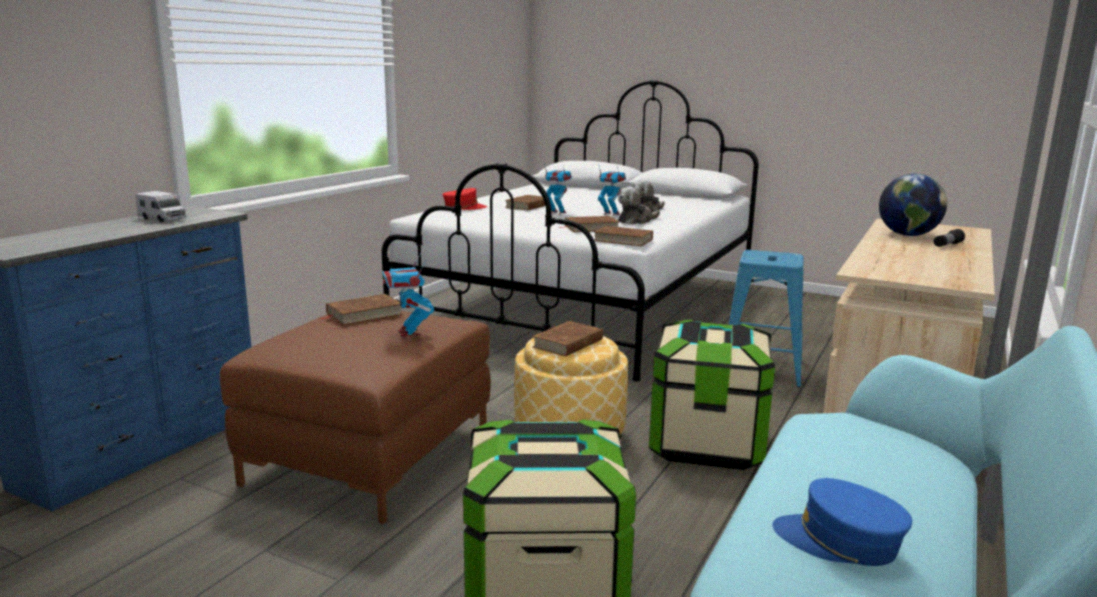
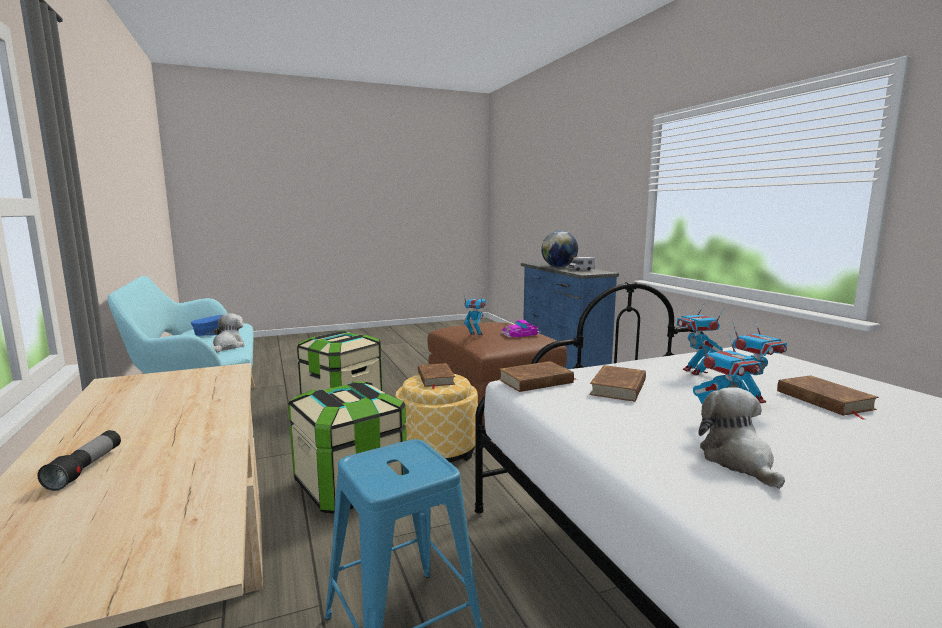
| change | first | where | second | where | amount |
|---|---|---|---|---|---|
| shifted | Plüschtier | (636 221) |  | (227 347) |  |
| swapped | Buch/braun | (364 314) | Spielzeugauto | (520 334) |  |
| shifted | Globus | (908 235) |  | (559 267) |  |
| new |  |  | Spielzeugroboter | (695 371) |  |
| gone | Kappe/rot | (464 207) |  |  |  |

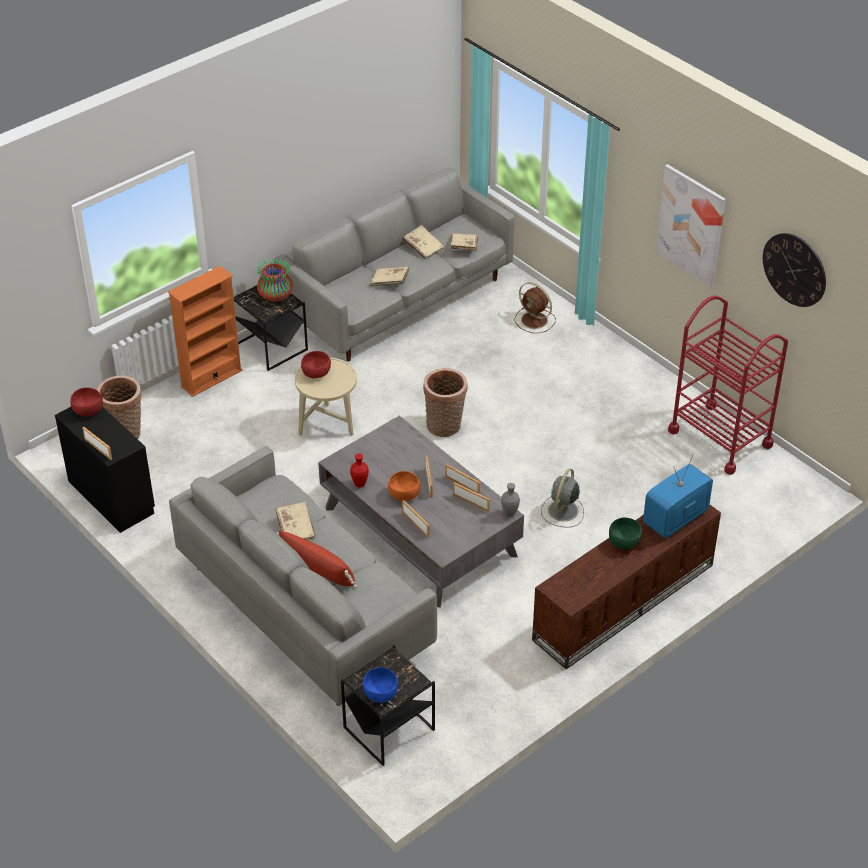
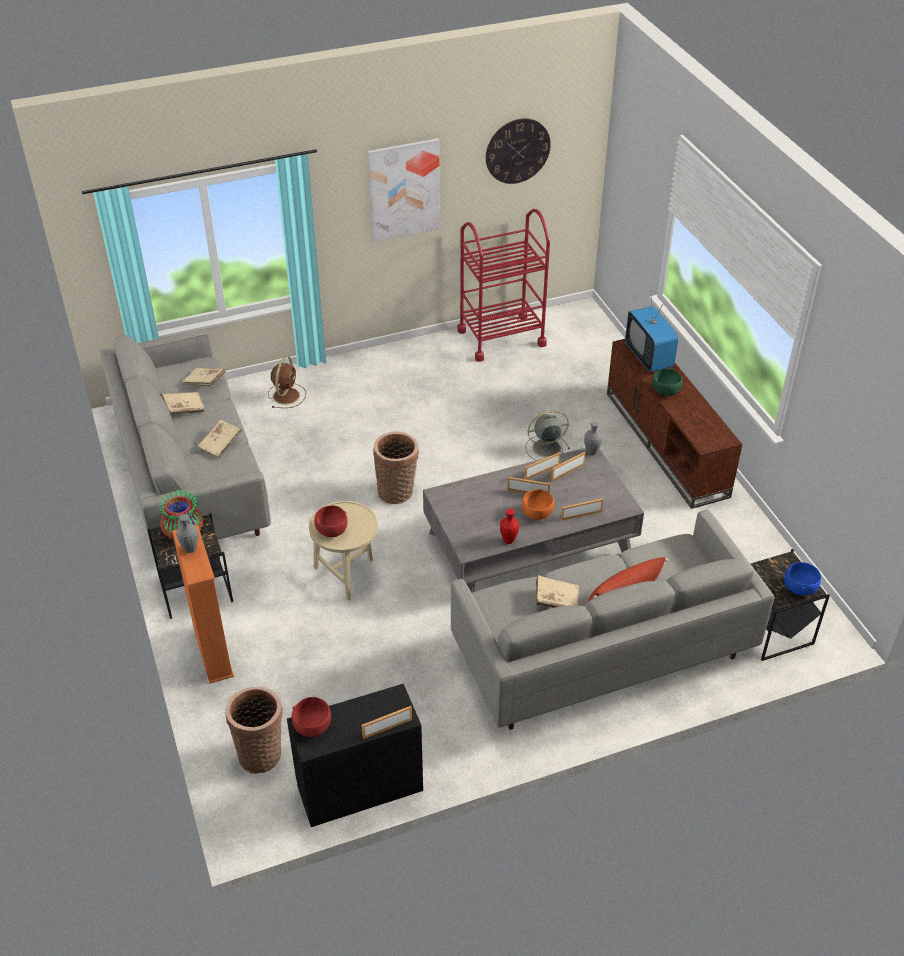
| change | first | where | second | where | amount |
|---|---|---|---|---|---|
| new |  |  | Vase/grau | (190 549) |  |
| rotated | Ventilator/braun | (535 321) |  | (286 395) | 45 degrees counterclockwise |
| rotated | Ventilator/grau | (562 511) |  | (545 448) | 120 degrees clockwise |

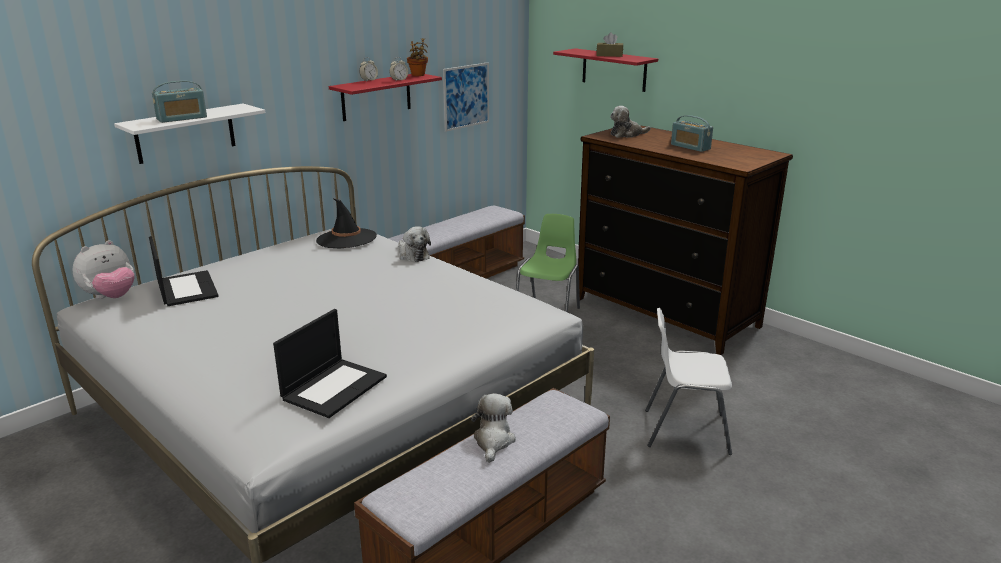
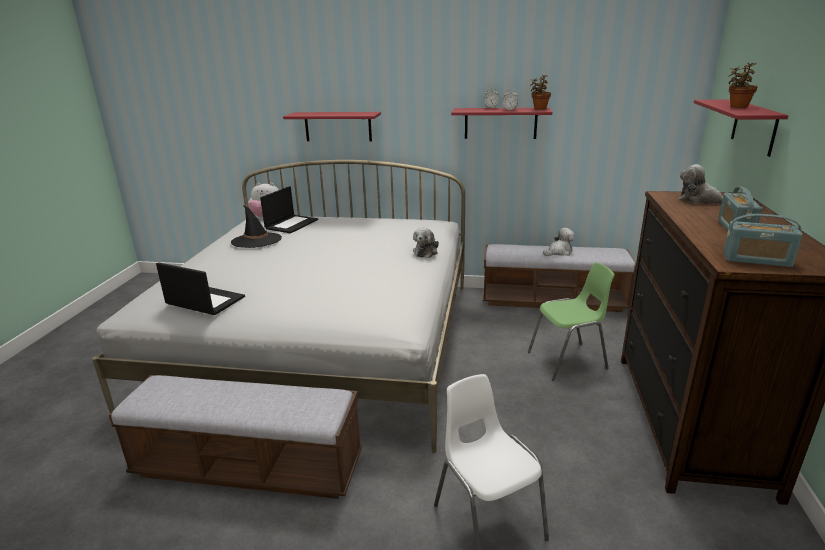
| change | first | where | second | where | amount |
|---|---|---|---|---|---|
| rotated | Laptop | (334 387) |  | (204 301) | 150 degrees counterclockwise |
| shifted | Hut/schwarz | (346 239) |  | (256 240) |  |
| repainted | Wandregal/weiß | (185 133) | Wandregal/rot | (338 126) |  |
| shifted | Plüschtier | (493 441) |  | (559 252) |  |
| shifted | Radio | (182 118) |  | (756 260) |  |
| swapped | Taschentuchbox/braun | (609 55) | Topfpflanze | (737 107) |  |
| gone | Bild | (466 96) |  |  |  |

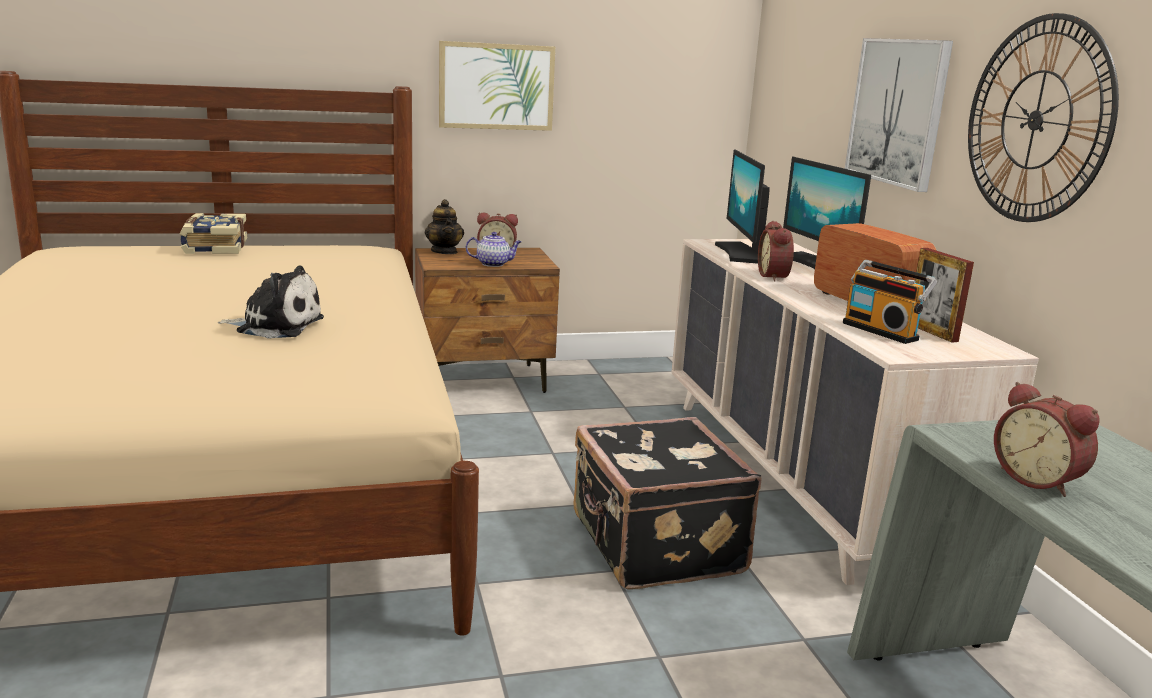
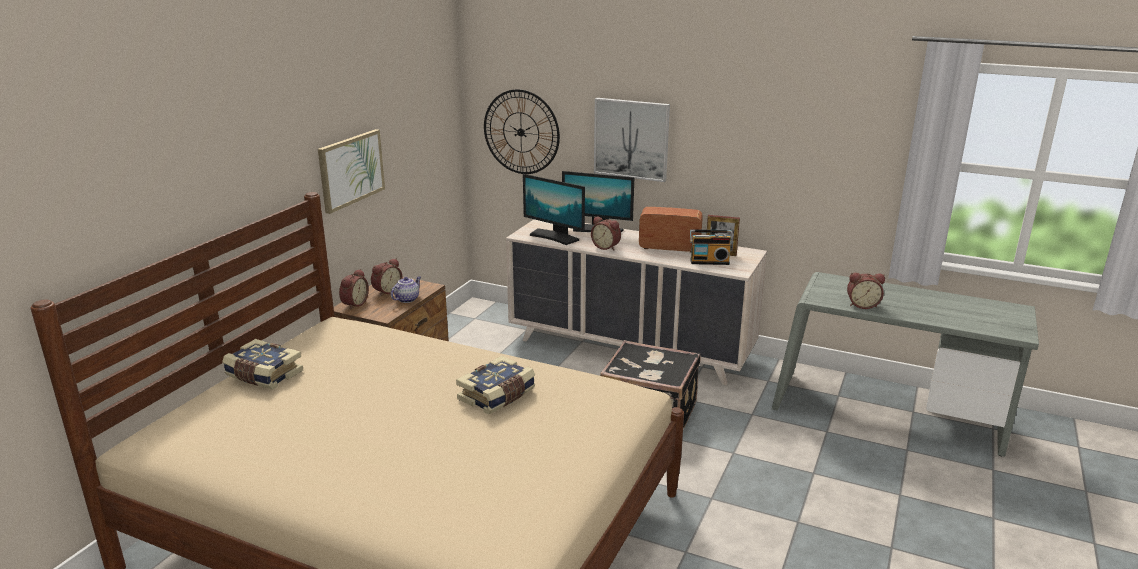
| change | first | where | second | where | amount |
|---|---|---|---|---|---|
| swapped | Teekanne | (444 251) | Wecker | (354 304) |  |
| swapped | Plüschtier | (276 326) | Buch | (498 396) |  |
| shifted | Wanduhr | (1036 120) |  | (521 132) |  |

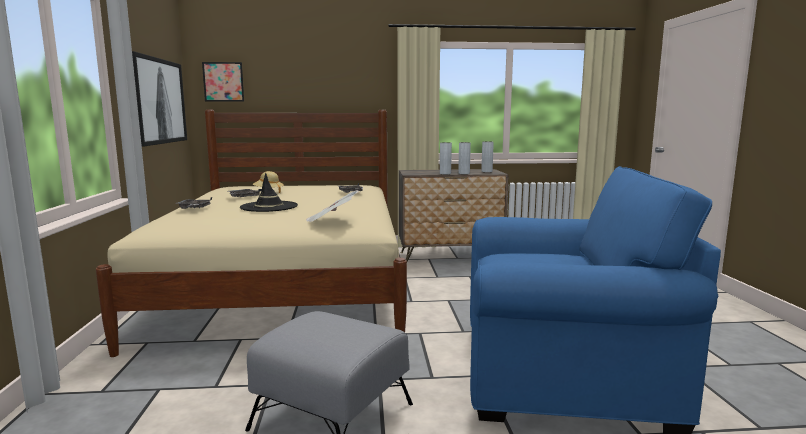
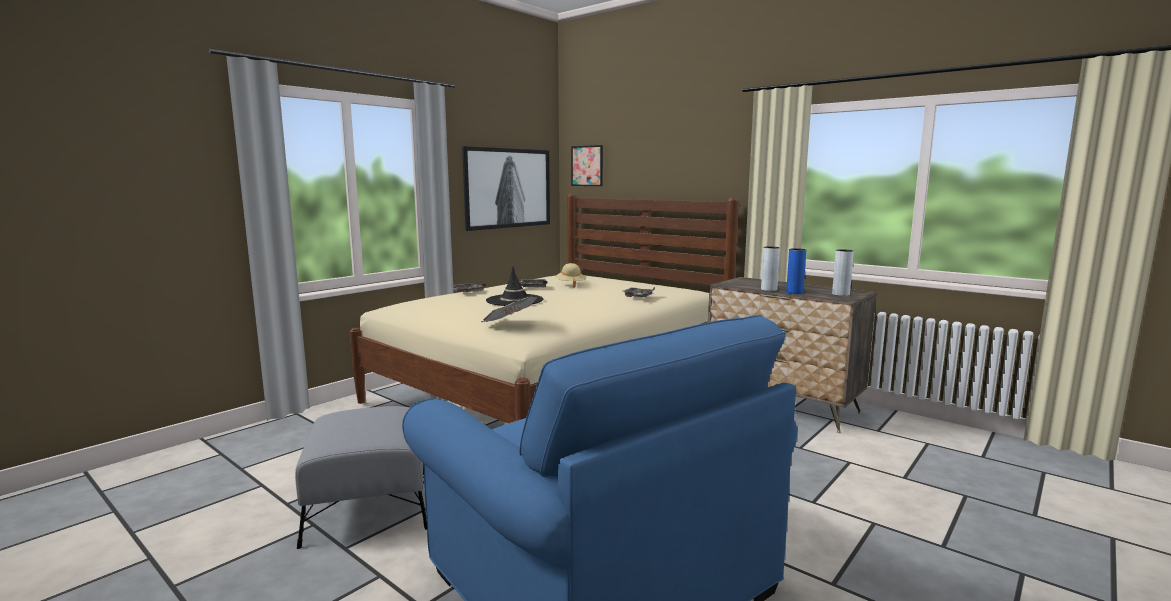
| change | first | where | second | where | amount |
|---|---|---|---|---|---|
| repainted | Vase/grau | (464 173) | Vase/blau | (794 292) |  |

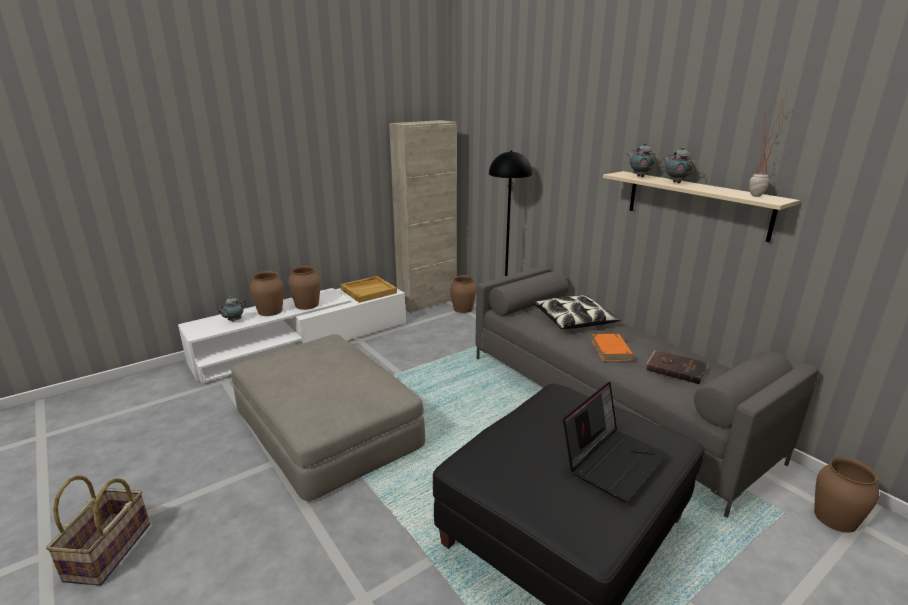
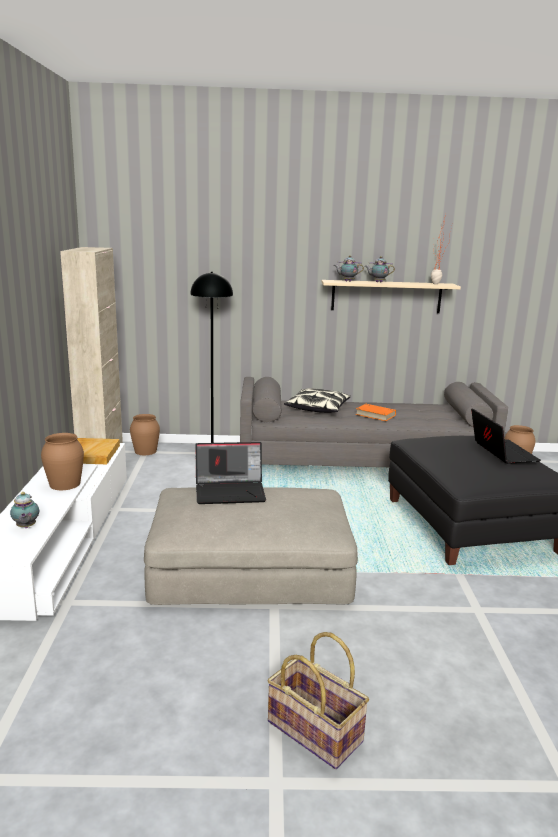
| change | first | where | second | where | amount |
|---|---|---|---|---|---|
| new |  |  | Laptop | (231 491) |  |
| gone | Vase/braun | (270 311) |  |  |  |
| gone | Buch/braun | (675 368) |  |  |  |

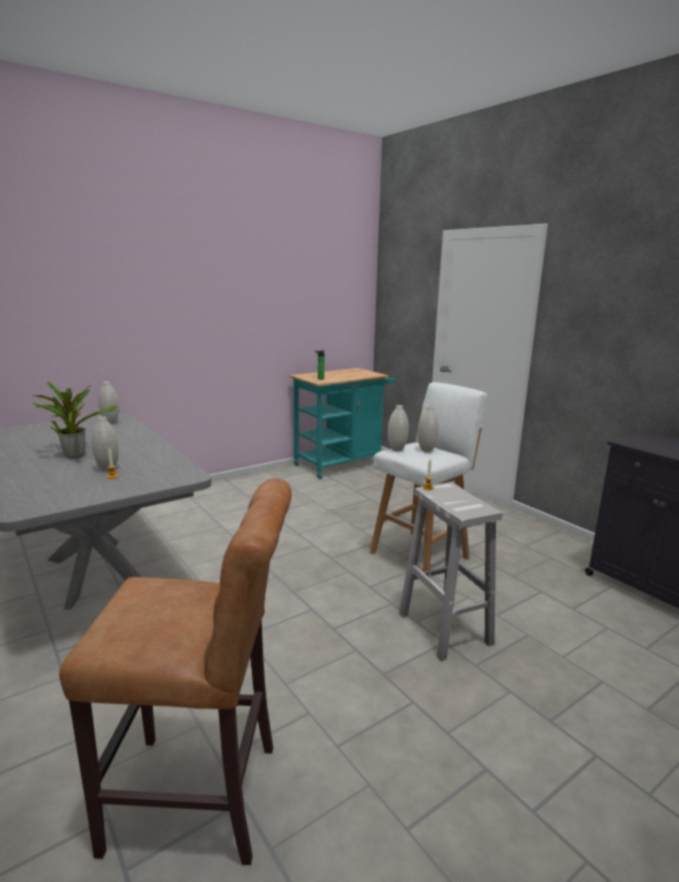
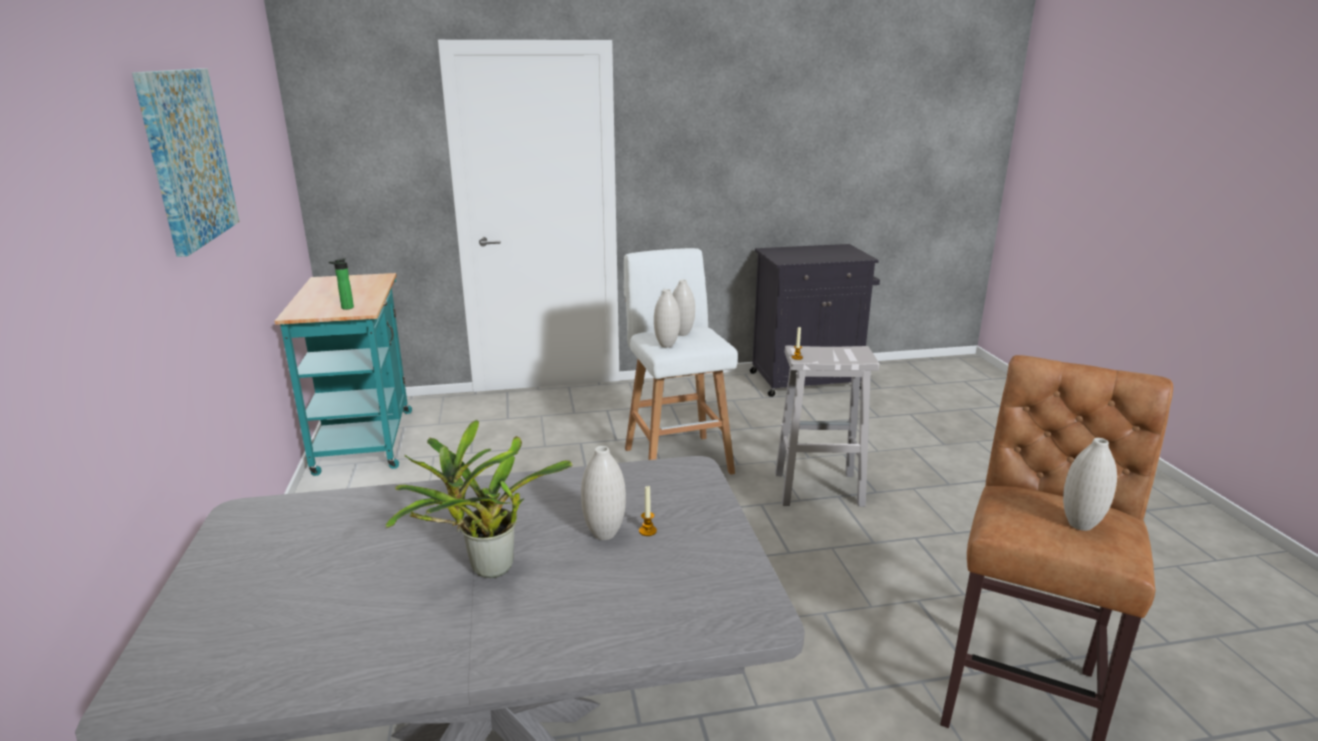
| change | first | where | second | where | amount |
|---|---|---|---|---|---|
| new |  |  | Bild | (187 157) |  |
| shifted | Vase/weiß | (110 422) |  | (1080 525) |  |

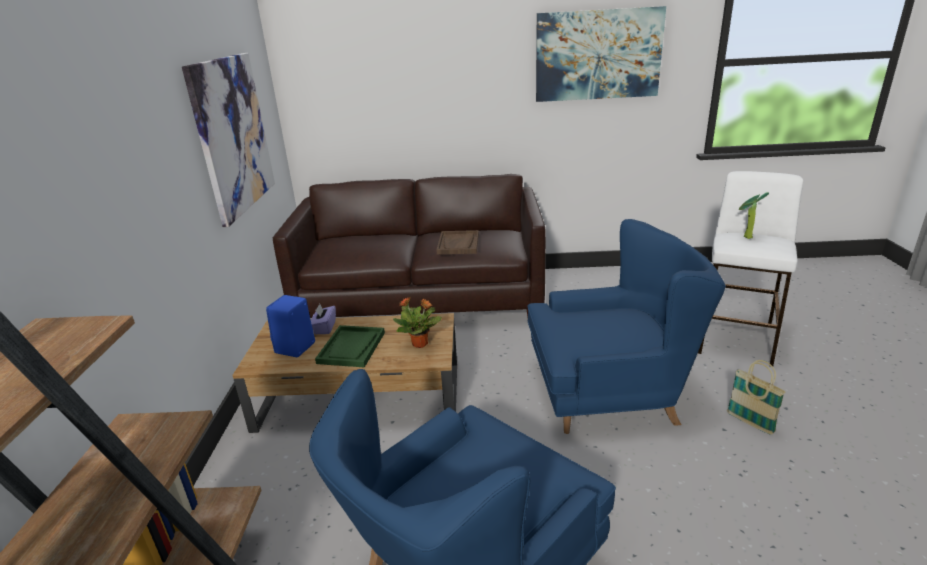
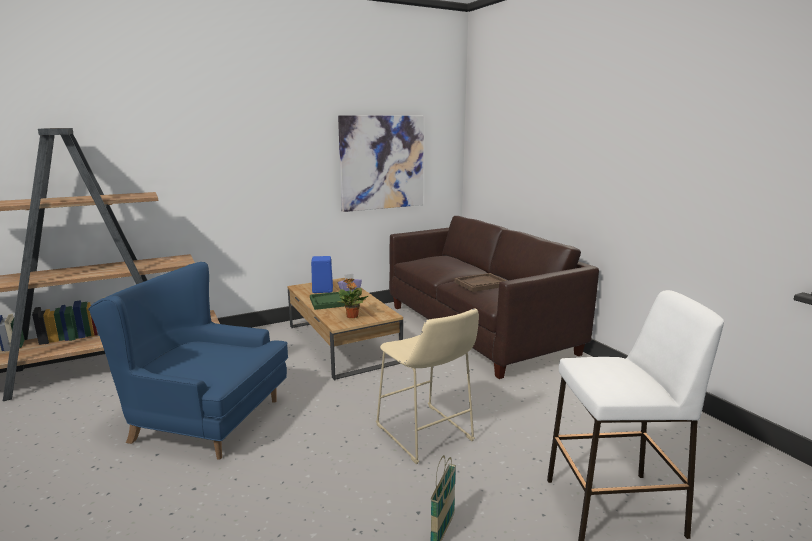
| change | first | where | second | where | amount |
|---|---|---|---|---|---|
| swapped | Sessel/blau | (610 392) | Hocker/beige | (426 436) |  |
| gone | Bild | (598 55) |  |  |  |
| gone | Topfpflanze | (745 237) |  |  |  |

